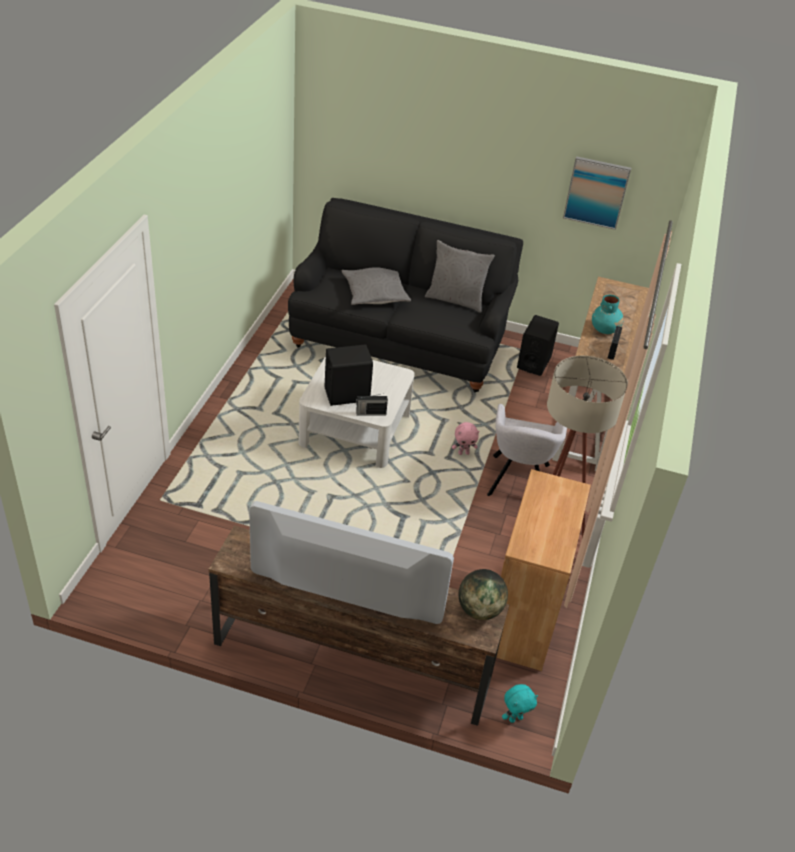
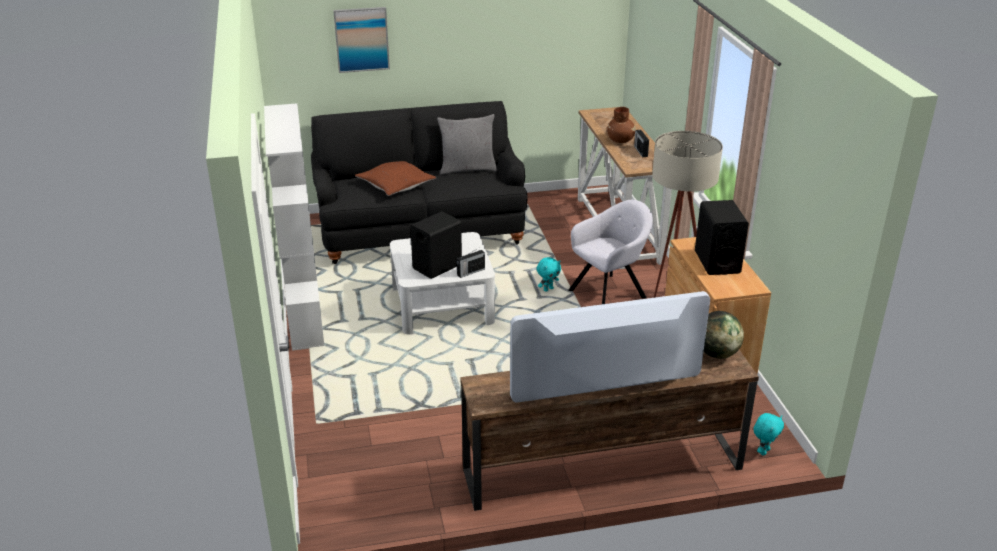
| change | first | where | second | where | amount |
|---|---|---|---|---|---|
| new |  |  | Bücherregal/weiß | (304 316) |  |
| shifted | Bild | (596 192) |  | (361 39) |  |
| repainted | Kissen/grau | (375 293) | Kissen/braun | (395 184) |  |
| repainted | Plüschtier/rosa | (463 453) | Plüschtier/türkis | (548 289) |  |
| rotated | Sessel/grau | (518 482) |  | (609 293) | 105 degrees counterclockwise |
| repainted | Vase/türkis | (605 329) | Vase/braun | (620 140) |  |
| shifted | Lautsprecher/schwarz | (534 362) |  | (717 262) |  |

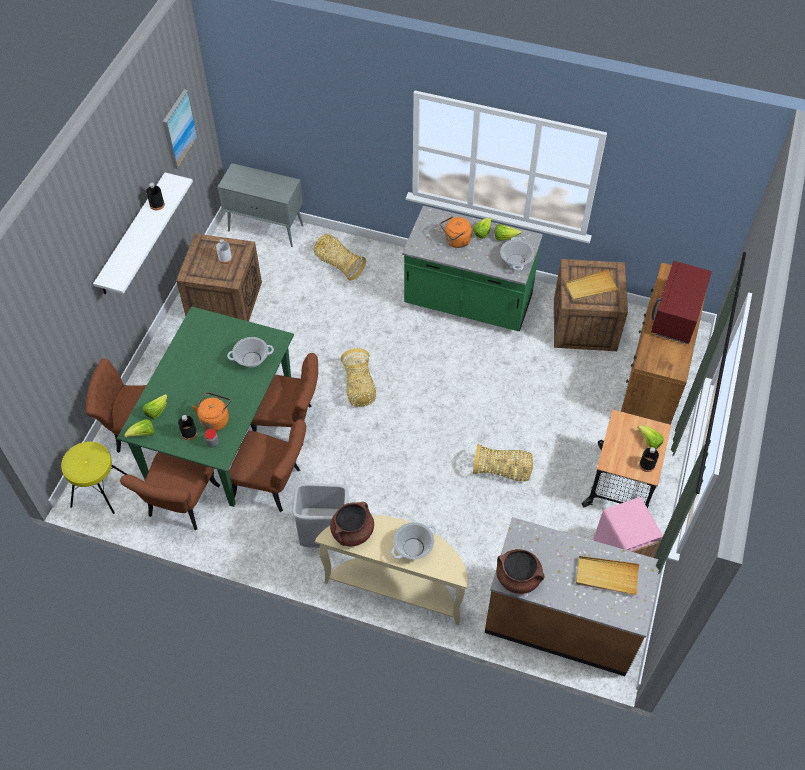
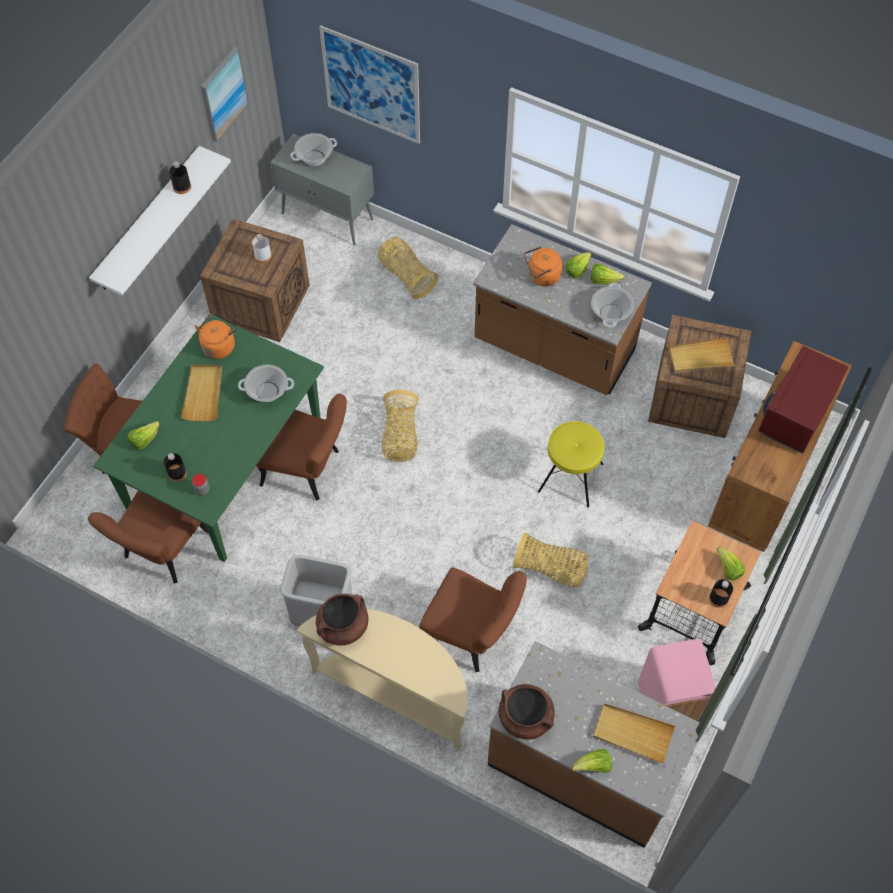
| change | first | where | second | where | amount |
|---|---|---|---|---|---|
| new |  |  | Tablett/beige | (203 394) |  |
| shifted | Wasserkessel/orange | (215 419) |  | (220 345) |  |
| shifted | Kochtopf | (413 547) |  | (314 158) |  |
| new |  |  | Bild | (371 85) |  |
| shifted | Stuhl/braun | (274 485) |  | (472 635) |  |
| repainted | Küchenzeile/grün | (468 303) | Küchenzeile/braun | (554 348) |  |
| shifted | Hocker/gelb | (99 490) |  | (570 477) |  |
| shifted | Salatkopf | (143 434) |  | (593 766) |  |

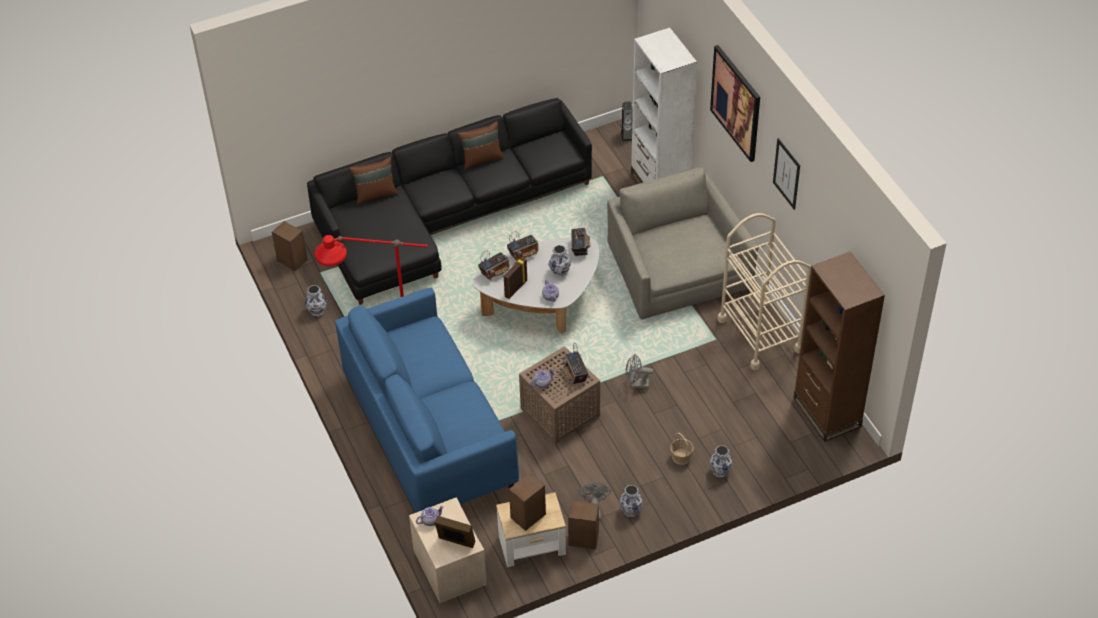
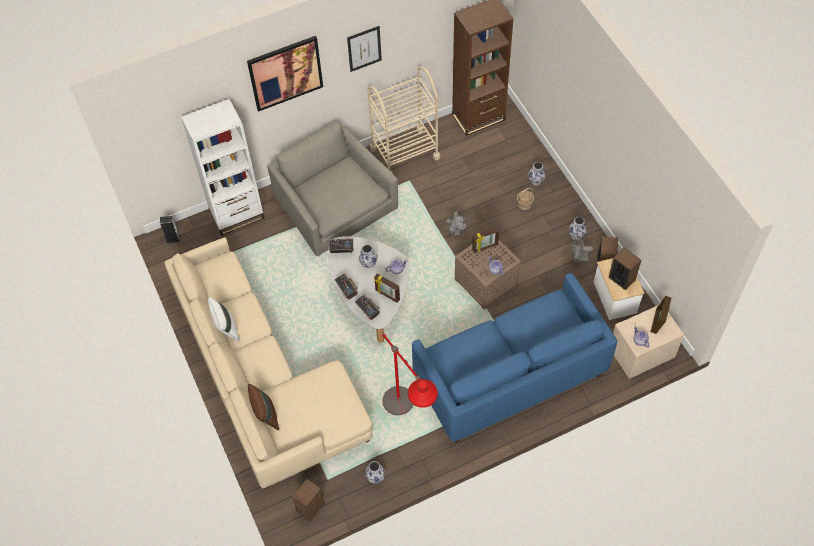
| change | first | where | second | where | amount |
|---|---|---|---|---|---|
| repainted | Sofa/schwarz | (443 218) | Sofa/beige | (263 379) |  |
| repainted | Kissen/braun | (481 159) | Kissen/weiß | (226 328) |  |
| rotated | Sessel/grau | (676 268) |  | (334 204) | 75 degrees clockwise |
| swapped | Radio | (575 374) | Bilderrahmen | (485 247) |  |

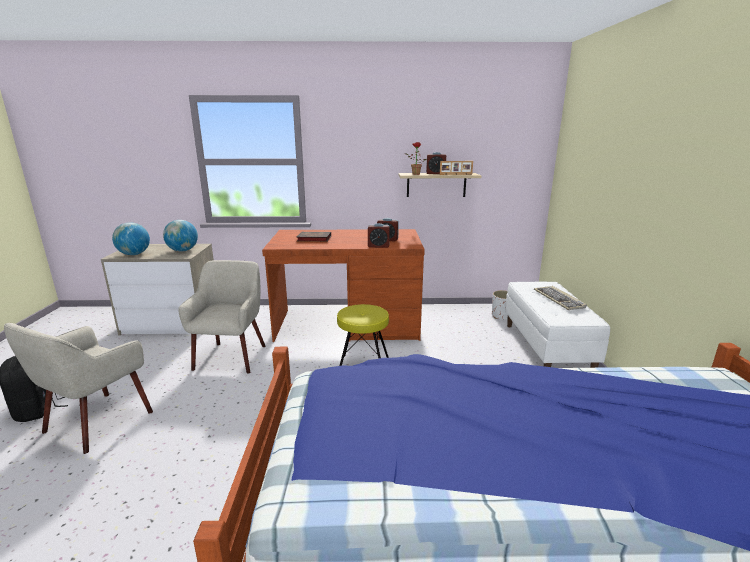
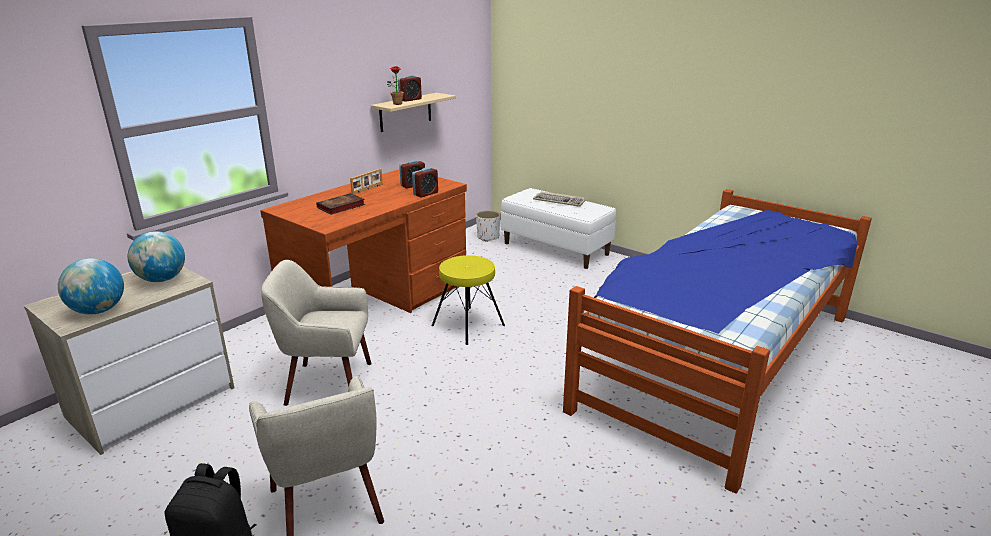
| change | first | where | second | where | amount |
|---|---|---|---|---|---|
| rotated | Sessel/beige | (232 357) |  | (328 383) | 45 degrees counterclockwise |
| shifted | Bilderrahmen | (456 174) |  | (368 189) |  |

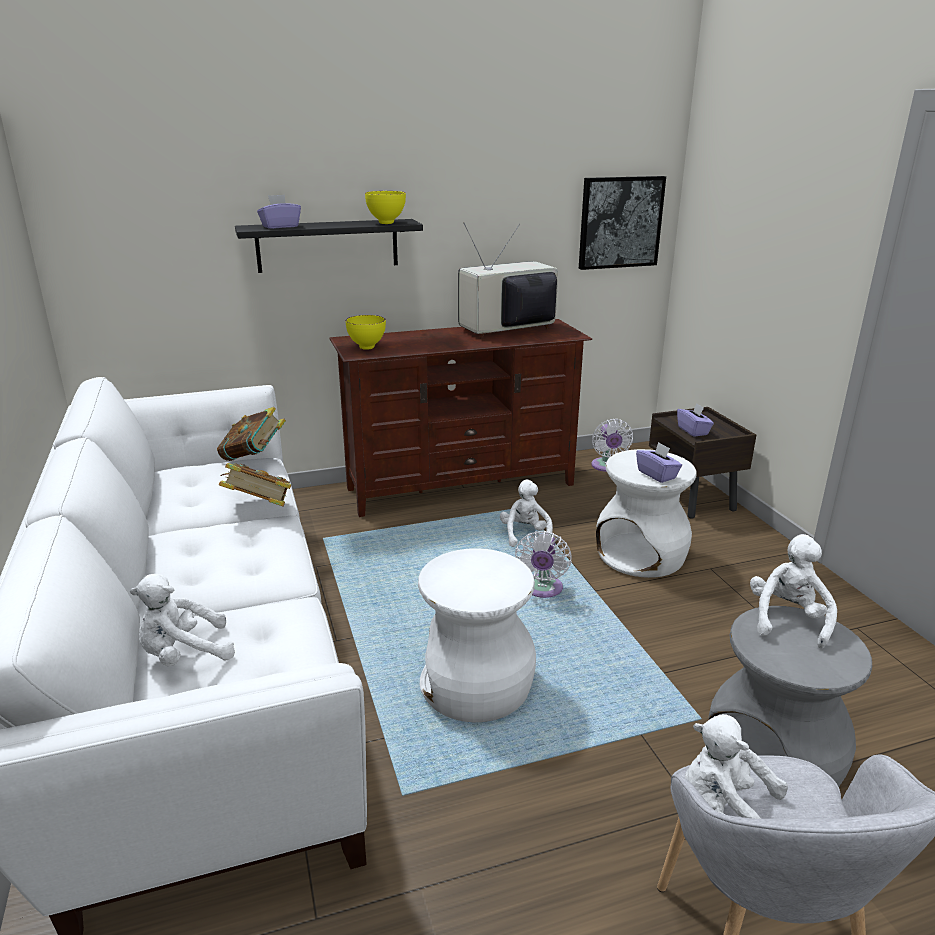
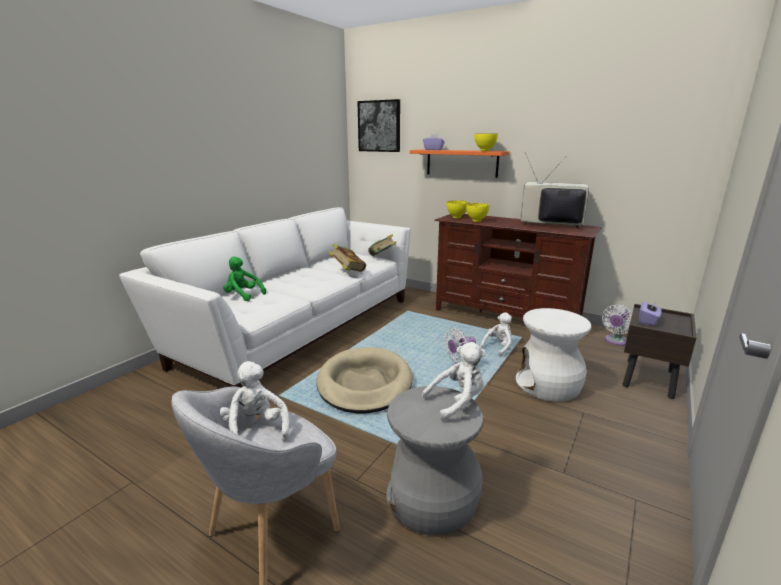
| change | first | where | second | where | amount |
|---|---|---|---|---|---|
| repainted | Plüschtier/weiß | (184 654) | Plüschtier/grün | (243 295) |  |
| swapped | Hocker/weiß | (476 686) | Hundebett/beige | (364 383) |  |
| shifted | Bild | (620 222) |  | (379 126) |  |
| repainted | Wandregal/schwarz | (328 245) | Wandregal/orange | (461 163) |  |
| new |  |  | Schüssel/gelb | (476 221) |  |
| gone | Taschentuchbox/lila | (657 475) |  |  |  |

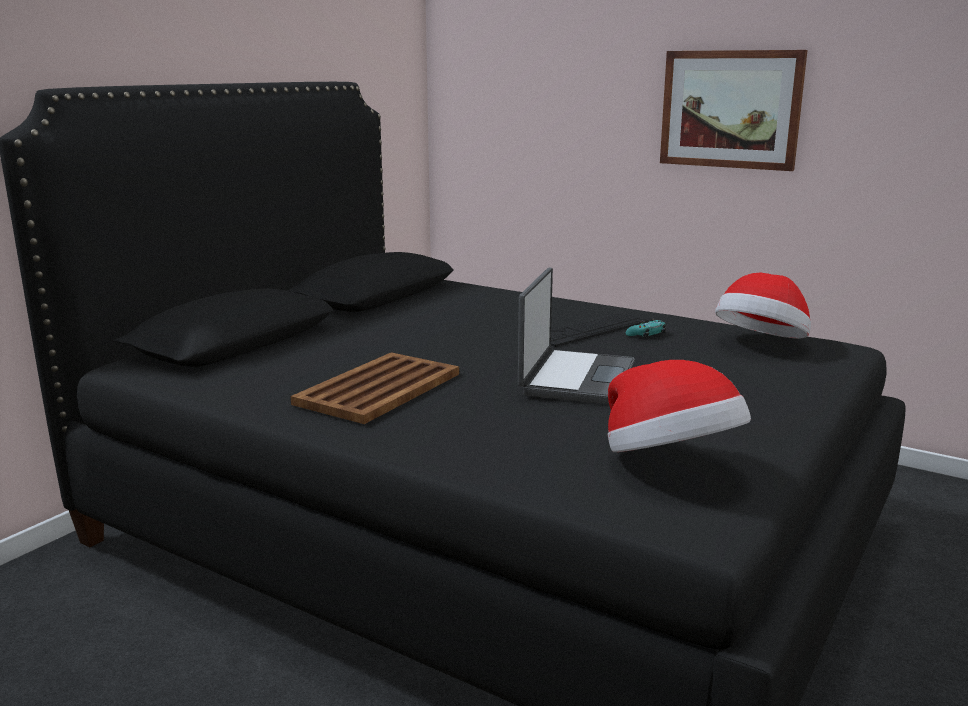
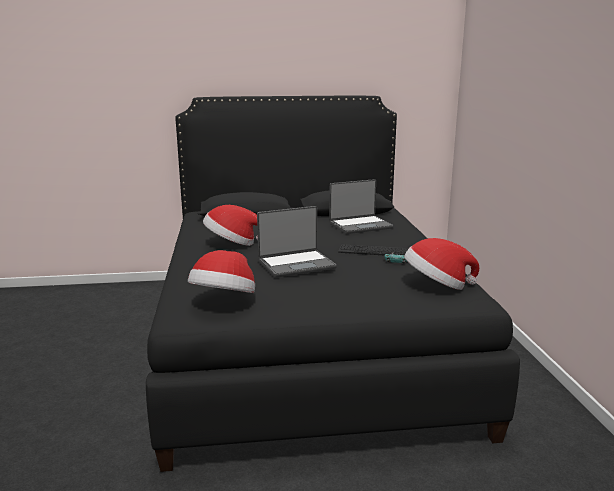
| change | first | where | second | where | amount |
|---|---|---|---|---|---|
| swapped | Tablett/braun | (380 388) | Hut | (232 244) |  |
| new |  |  | Laptop | (360 225) |  |
| gone | Bild | (730 109) |  |  |  |

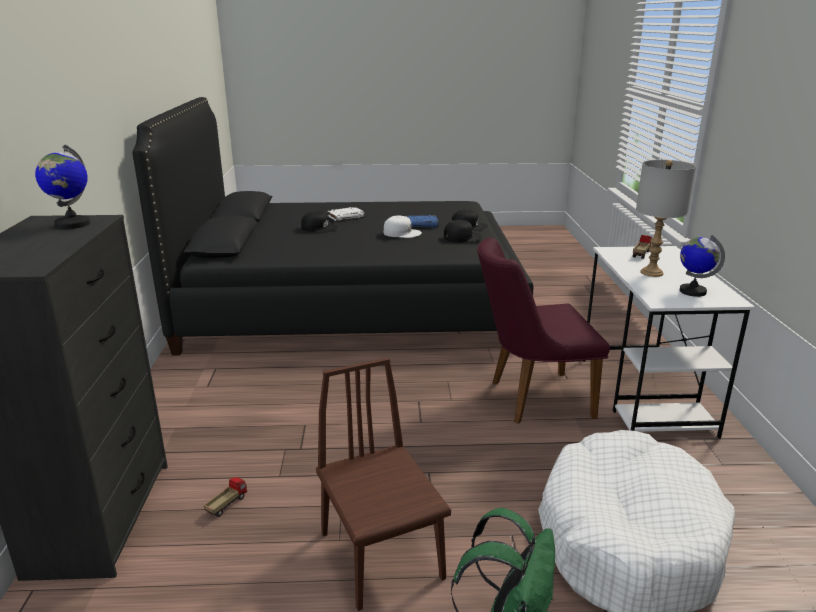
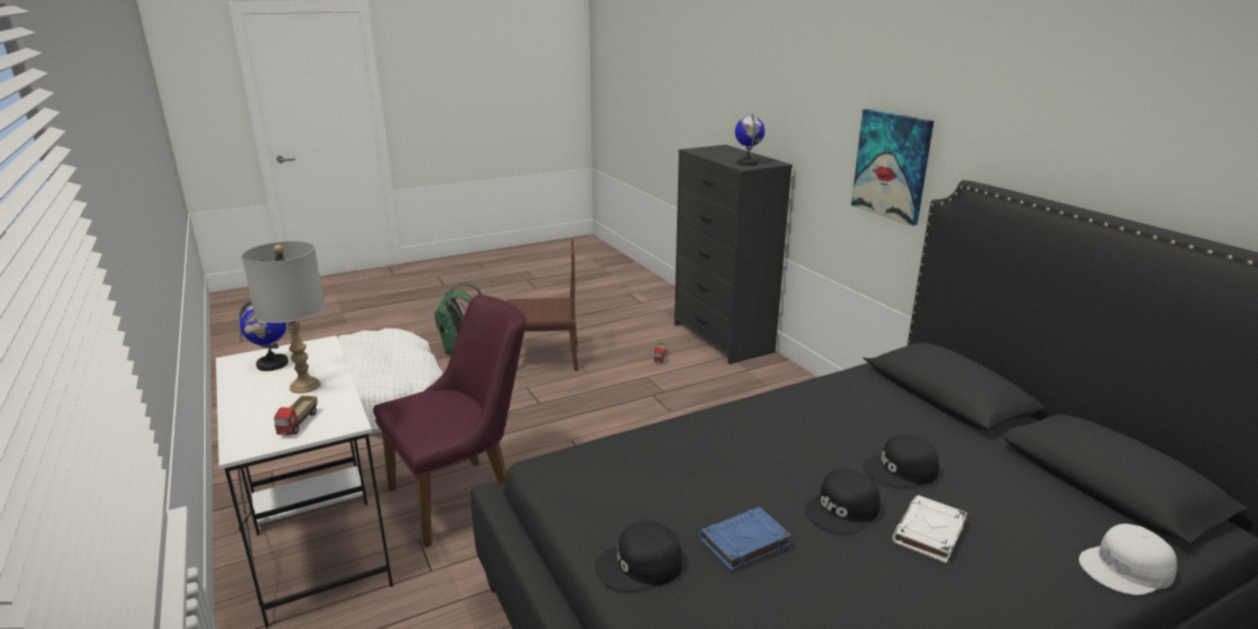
| change | first | where | second | where | amount |
|---|---|---|---|---|---|
| rotated | Stuhl/braun | (381 555) |  | (543 359) | 45 degrees counterclockwise |
| shifted | Kappe/schwarz | (462 237) |  | (843 510) |  |
| new |  |  | Bild | (892 165) |  |
| shifted | Kappe/weiß | (402 233) |  | (1127 569) |  |

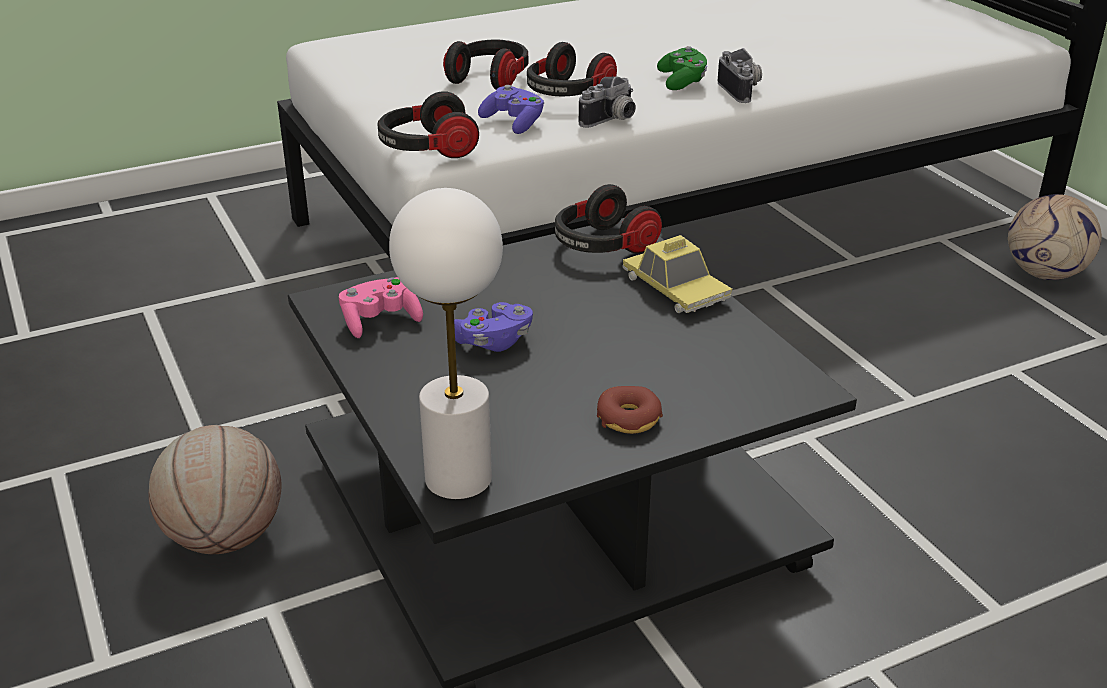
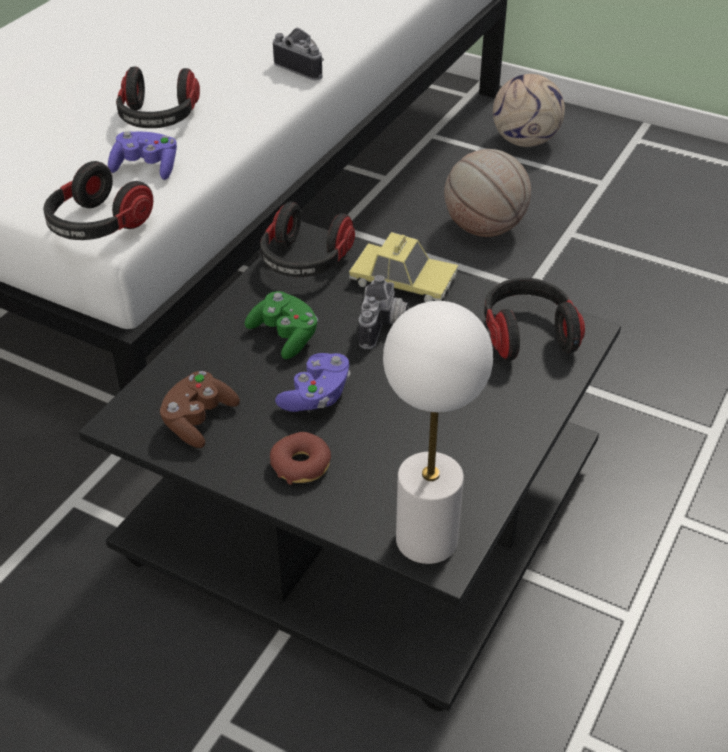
| change | first | where | second | where | amount |
|---|---|---|---|---|---|
| repainted | Gamepad/rosa | (380 321) | Gamepad/braun | (198 421) |  |
| shifted | Gamepad/grün | (682 81) |  | (285 336) |  |
| shifted | Donut | (629 418) |  | (301 465) |  |
| shifted | Kamera | (611 121) |  | (384 327) |  |
| shifted | Basketball | (224 538) |  | (484 229) |  |
| shifted | Kopfhörer | (490 79) |  | (527 334) |  |

